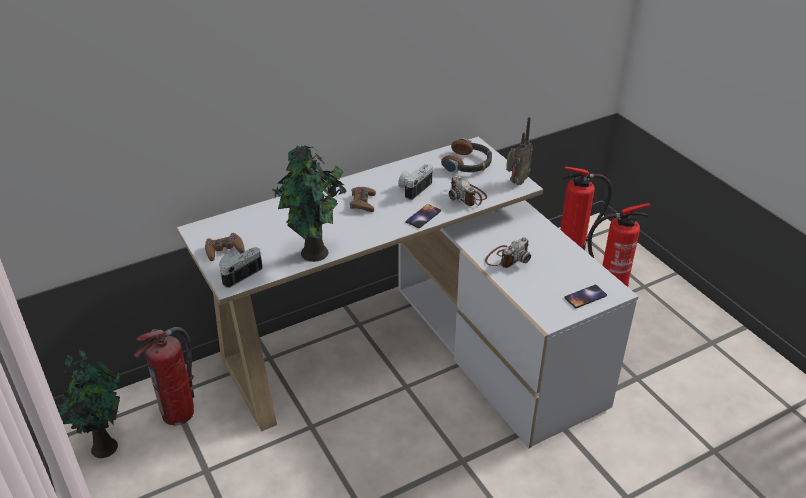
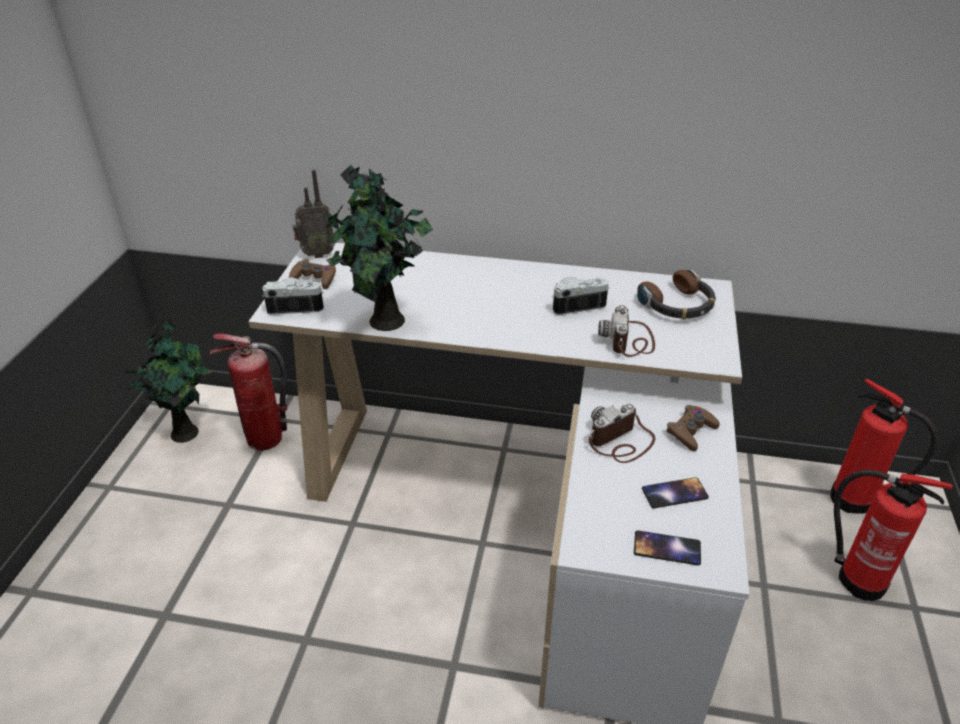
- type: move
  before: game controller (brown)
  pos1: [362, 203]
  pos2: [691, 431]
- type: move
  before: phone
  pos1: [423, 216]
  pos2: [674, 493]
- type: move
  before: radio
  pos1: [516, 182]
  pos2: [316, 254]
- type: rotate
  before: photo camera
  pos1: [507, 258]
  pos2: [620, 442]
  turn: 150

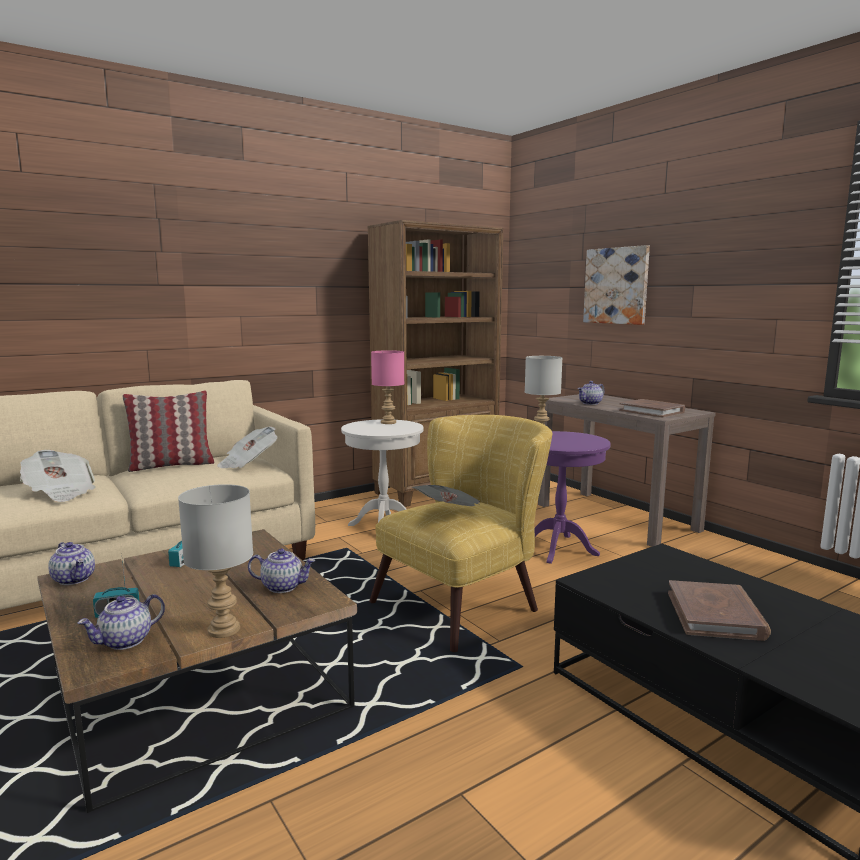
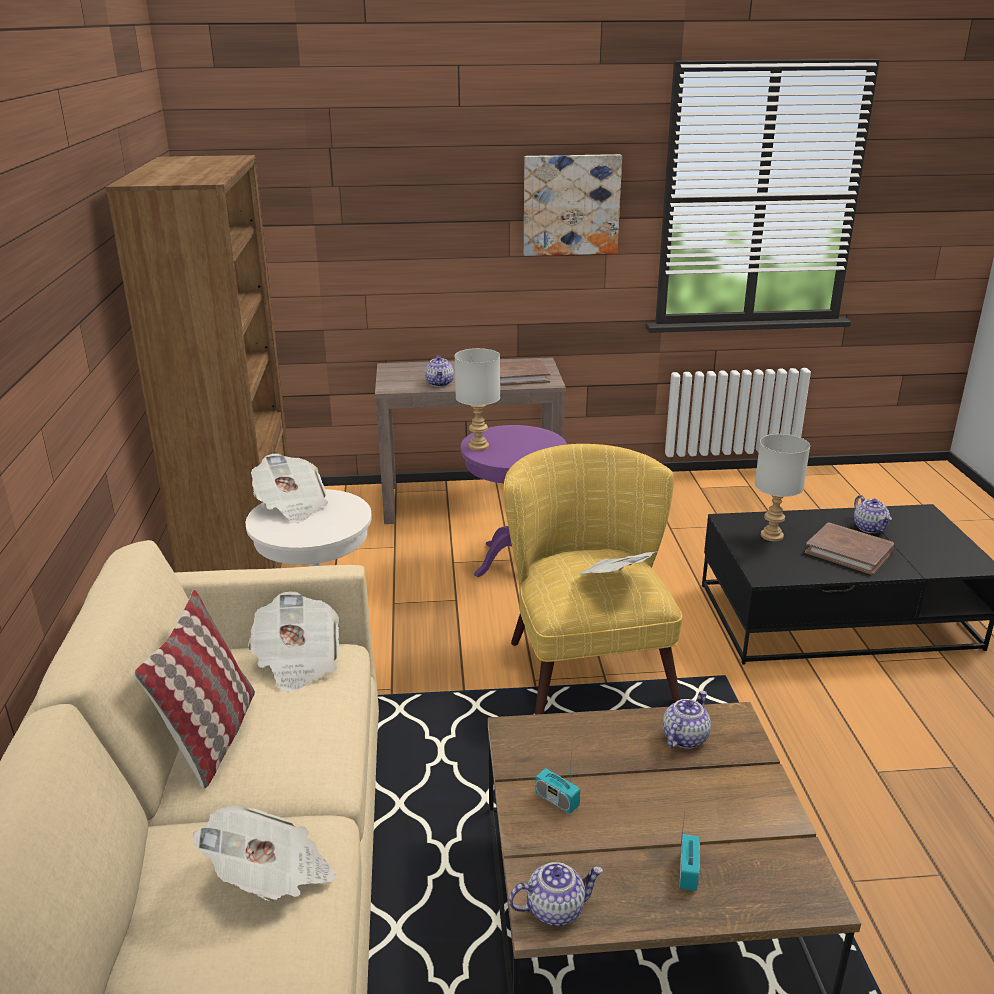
- type: move
  before: teapot
  pos1: [125, 641]
  pos2: [870, 528]
- type: move
  before: table lamp (grey)
  pos1: [224, 629]
  pos2: [770, 535]
- type: move
  before: picture
  pos1: [616, 286]
  pos2: [571, 205]
- type: replace
  before: table lamp (pink)
  after: newspaper
  pos1: [388, 422]
  pos2: [291, 506]

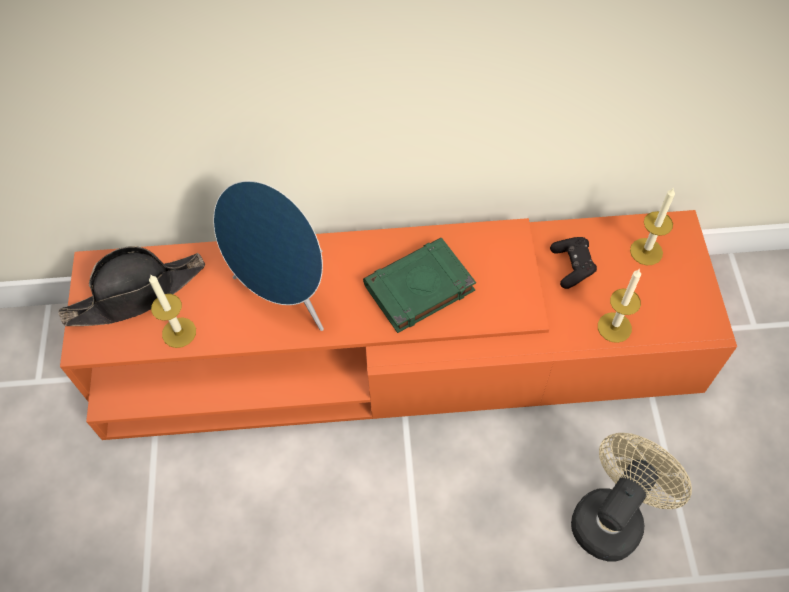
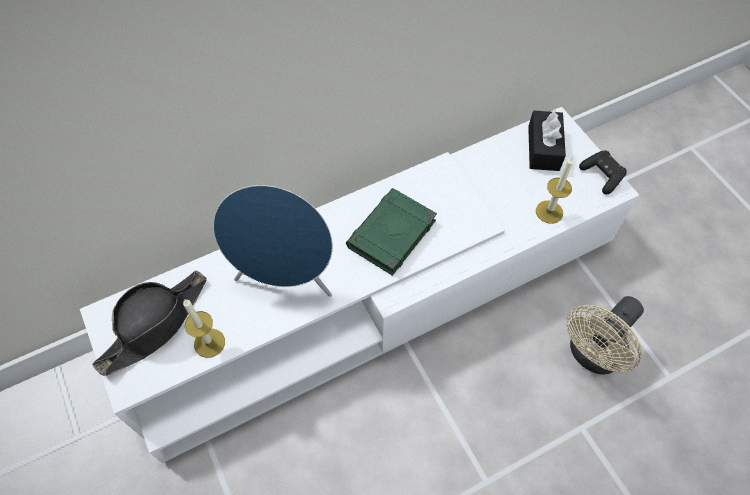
- type: move
  before: game controller (black)
  pos1: [572, 266]
  pos2: [601, 176]
- type: replace
  before: candle
  after: tissue box (black)
  pos1: [646, 251]
  pos2: [543, 148]
- type: recolor
  before: tv stand (orange)
  after: tv stand (white)
  pos1: [396, 351]
  pos2: [374, 294]
- type: rotate
  before: fan (beige)
  pos1: [612, 515]
  pos2: [592, 355]
  turn: -150

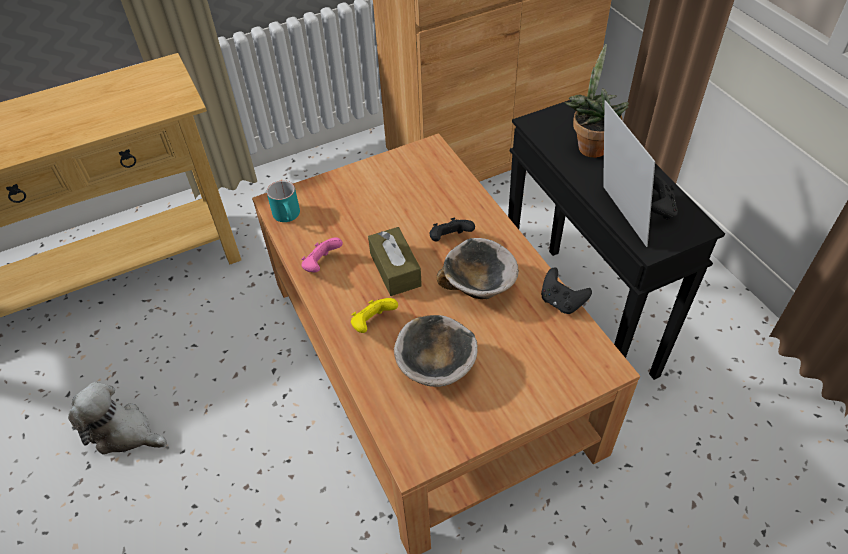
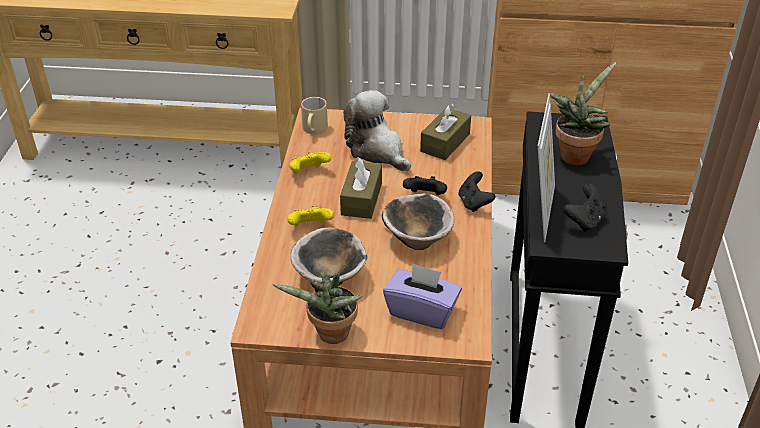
- type: insert
  after: potted plant
  pos2: [330, 336]
- type: insert
  after: tissue box (purple)
  pos2: [422, 311]
- type: insert
  after: tissue box (brown)
  pos2: [445, 143]
- type: move
  before: plush toy
  pos1: [123, 432]
  pos2: [377, 150]
- type: move
  before: game controller (black)
  pos1: [561, 302]
  pos2: [474, 203]
- type: recolor
  before: mug (turquoise)
  after: mug (beige)
  pos1: [289, 216]
  pos2: [314, 130]
- type: recolor
  before: game controller (pink)
  after: game controller (yellow)
  pos1: [321, 265]
  pos2: [308, 173]

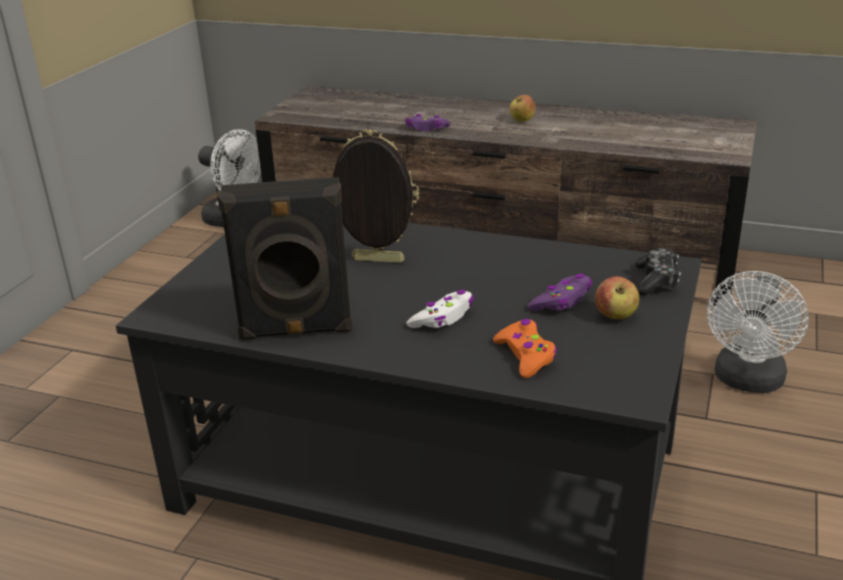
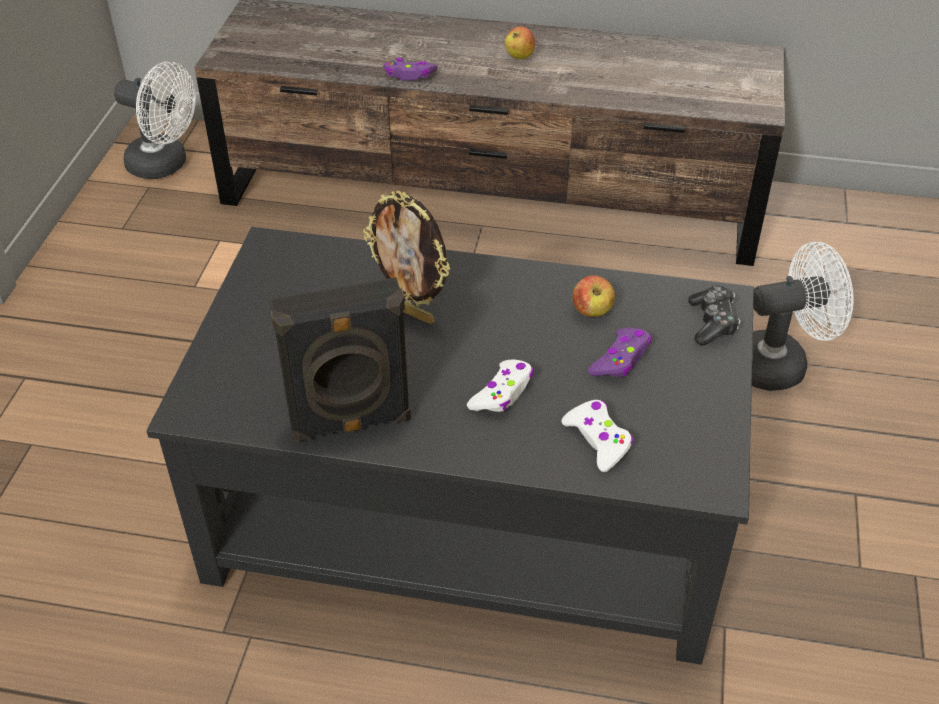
- type: move
  before: apple
  pos1: [615, 316]
  pos2: [592, 311]
- type: recolor
  before: game controller (orange)
  after: game controller (white)
  pos1: [525, 355]
  pos2: [598, 440]
- type: rotate
  before: picture frame
  pos1: [377, 261]
  pos2: [411, 312]
  turn: -150
- type: rotate
  before: fan (white)
  pos1: [747, 381]
  pos2: [780, 363]
  turn: -120

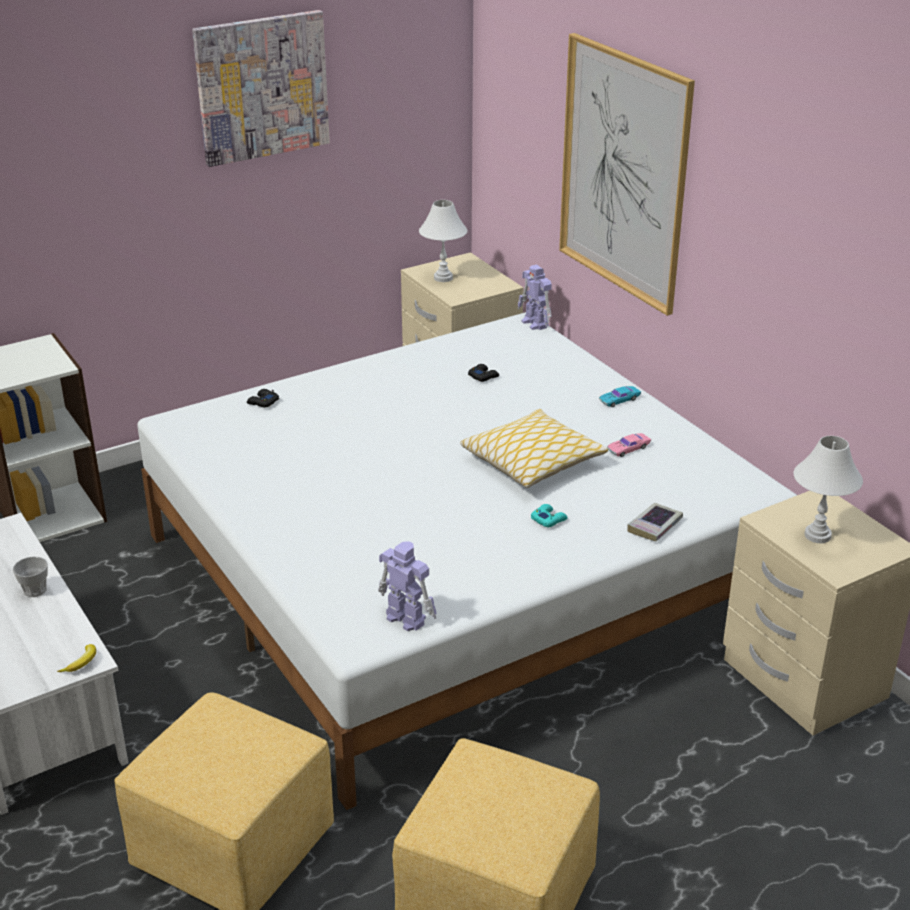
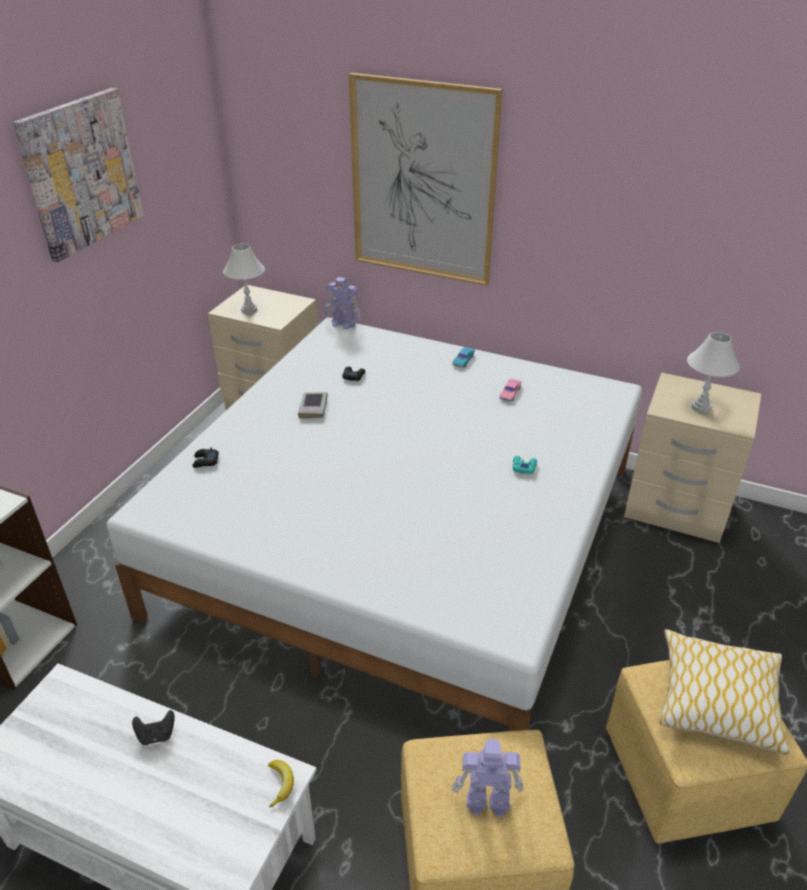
- type: move
  before: toy robot
  pos1: [405, 618]
  pos2: [486, 801]
- type: move
  before: pillow
  pos1: [532, 461]
  pos2: [717, 700]
- type: move
  before: book
  pos1: [655, 526]
  pos2: [313, 408]
- type: replace
  before: cup
  after: game controller (black)
  pos1: [35, 590]
  pos2: [156, 735]

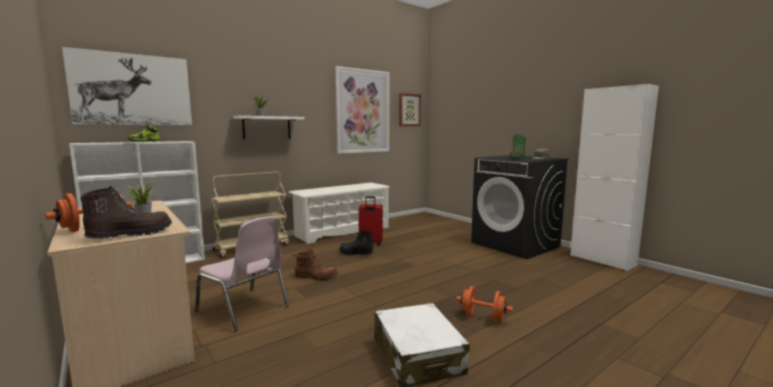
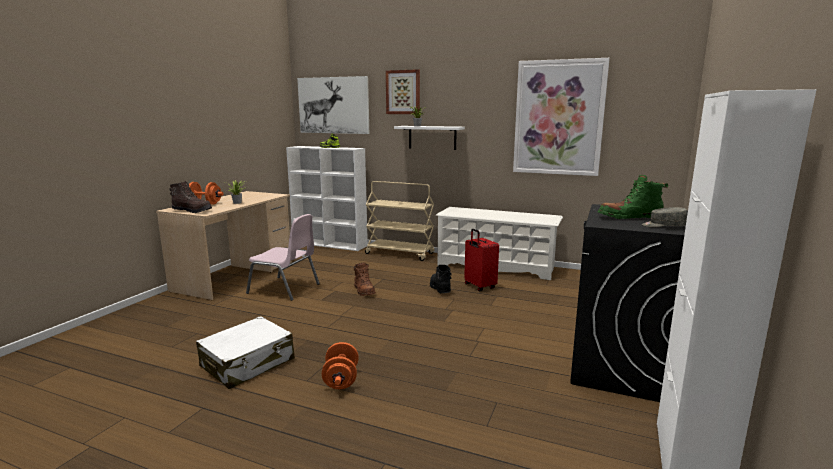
- type: move
  before: picture
  pos1: [409, 110]
  pos2: [403, 92]
- type: rotate
  before: chair (pink)
  pos1: [244, 309]
  pos2: [285, 289]
  turn: -75

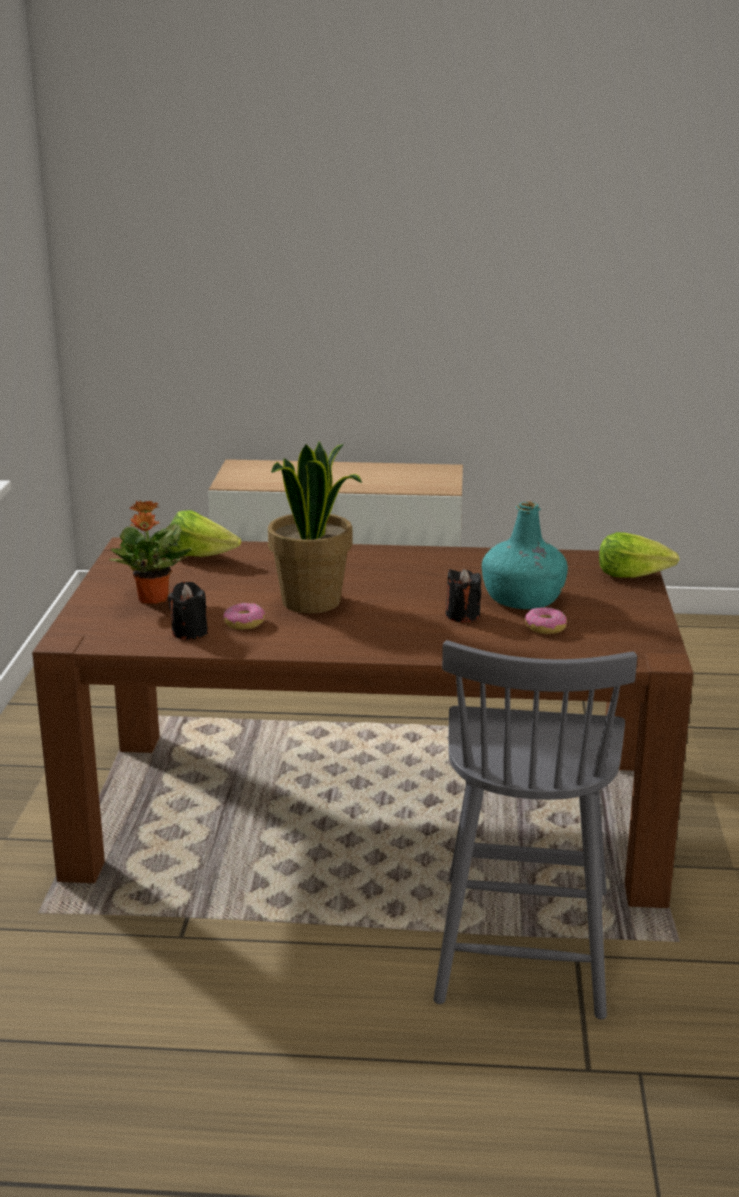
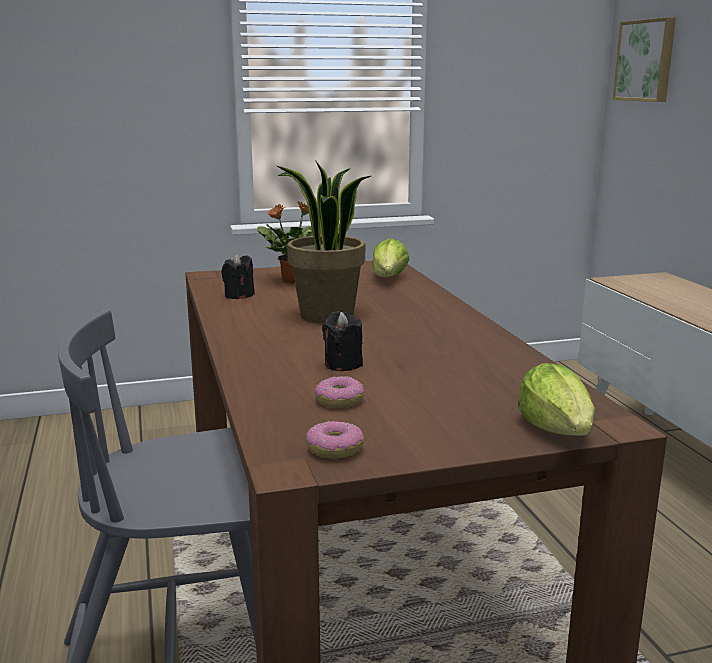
- type: delete
  before: bottle (turquoise)
  pos1: [524, 599]
- type: insert
  after: picture
  pos2: [646, 60]
- type: move
  before: donut
  pos1: [244, 623]
  pos2: [335, 449]

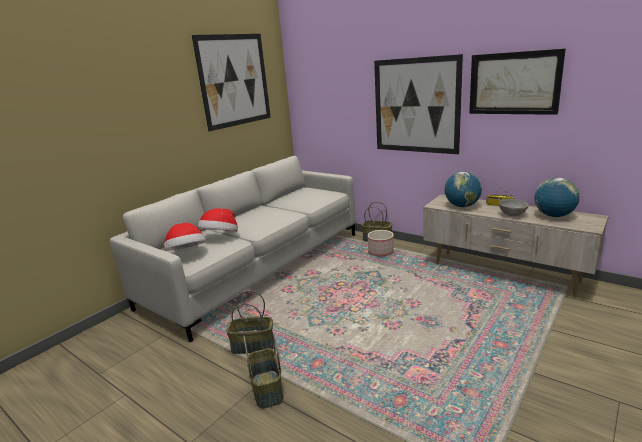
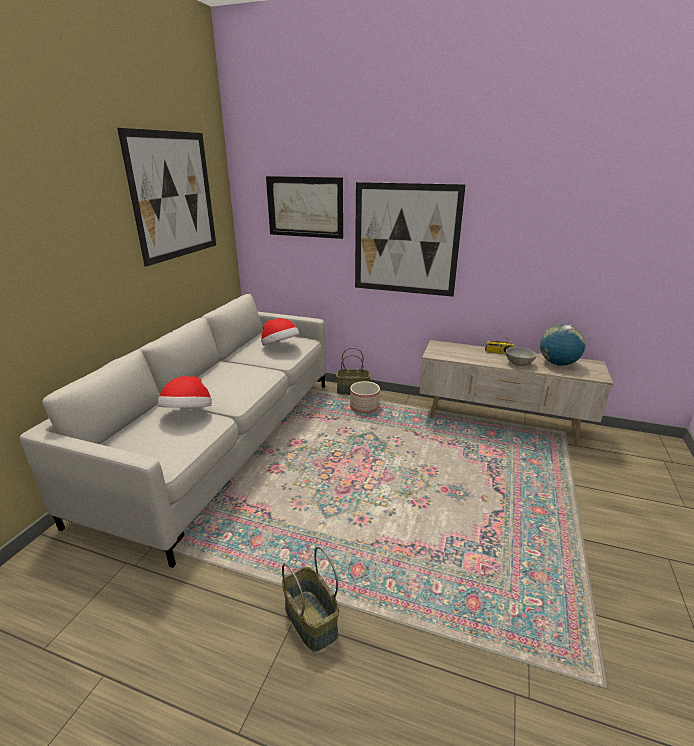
- type: delete
  before: basket
  pos1: [252, 346]
- type: delete
  before: globe
  pos1: [462, 206]
- type: move
  before: hat
  pos1: [187, 253]
  pos2: [280, 347]
- type: move
  before: picture
  pos1: [514, 83]
  pos2: [305, 207]

